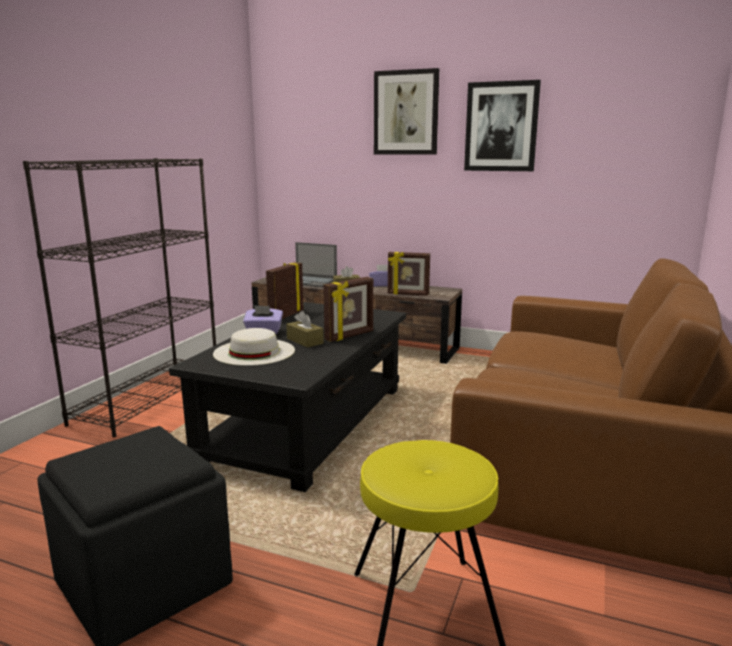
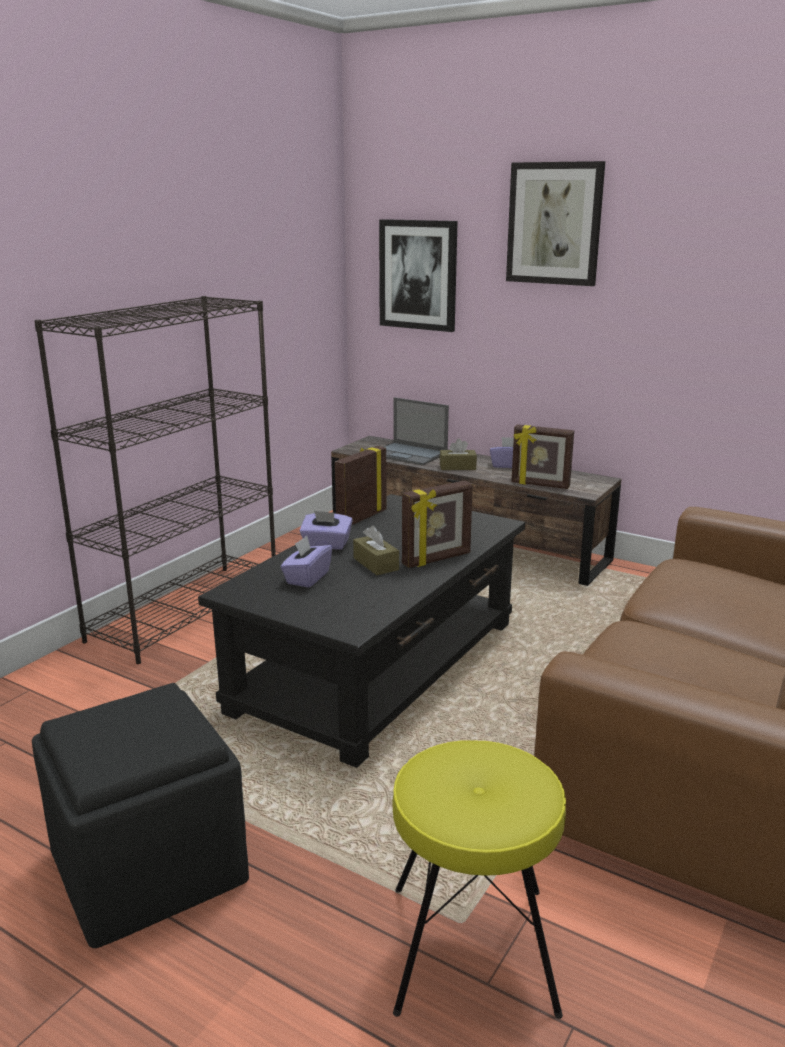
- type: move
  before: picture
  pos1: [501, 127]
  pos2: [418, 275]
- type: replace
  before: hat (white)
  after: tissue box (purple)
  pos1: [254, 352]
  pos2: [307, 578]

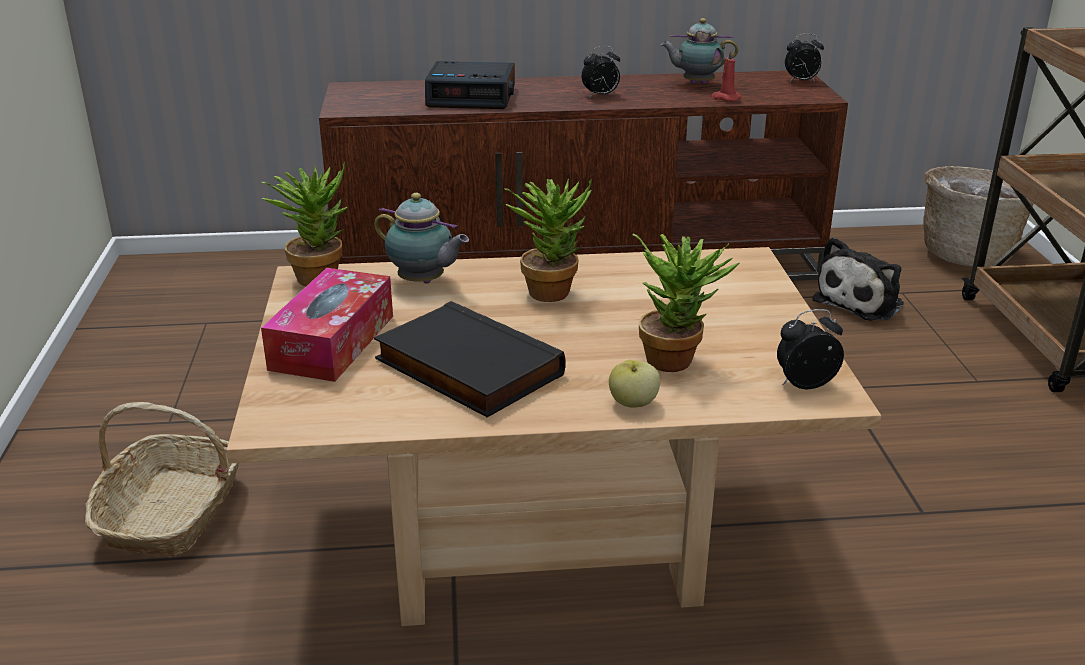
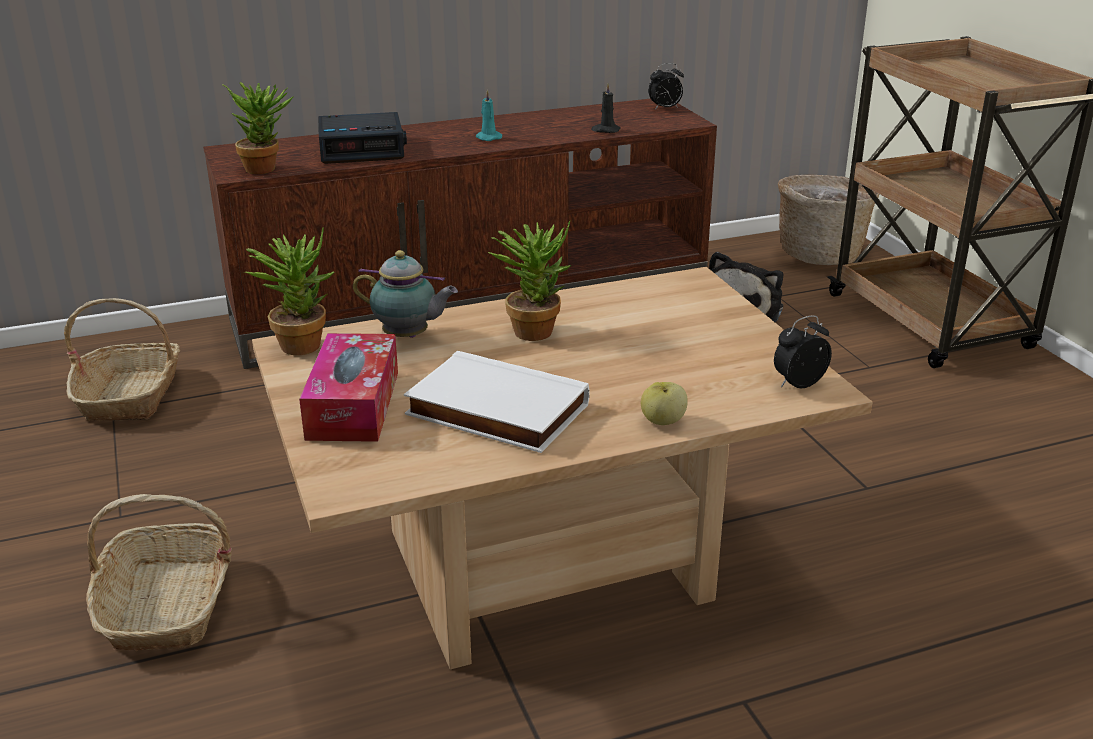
- type: delete
  before: teapot
  pos1: [695, 83]
- type: insert
  after: basket
  pos2: [131, 395]
- type: move
  before: potted plant
  pos1: [677, 358]
  pos2: [266, 168]
- type: replace
  before: alarm clock
  after: candle (turquoise)
  pos1: [600, 96]
  pos2: [488, 137]
- type: recolor
  before: book (black)
  after: book (white)
  pos1: [465, 368]
  pos2: [494, 411]
- type: recolor
  before: candle (red)
  after: candle (black)
  pos1: [725, 98]
  pos2: [605, 130]

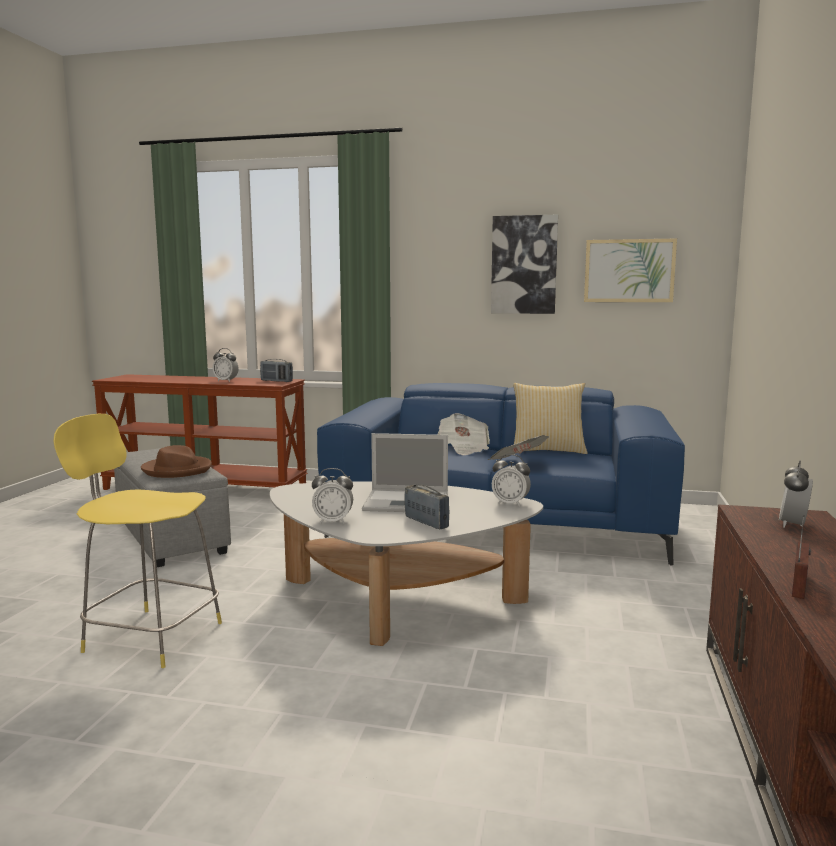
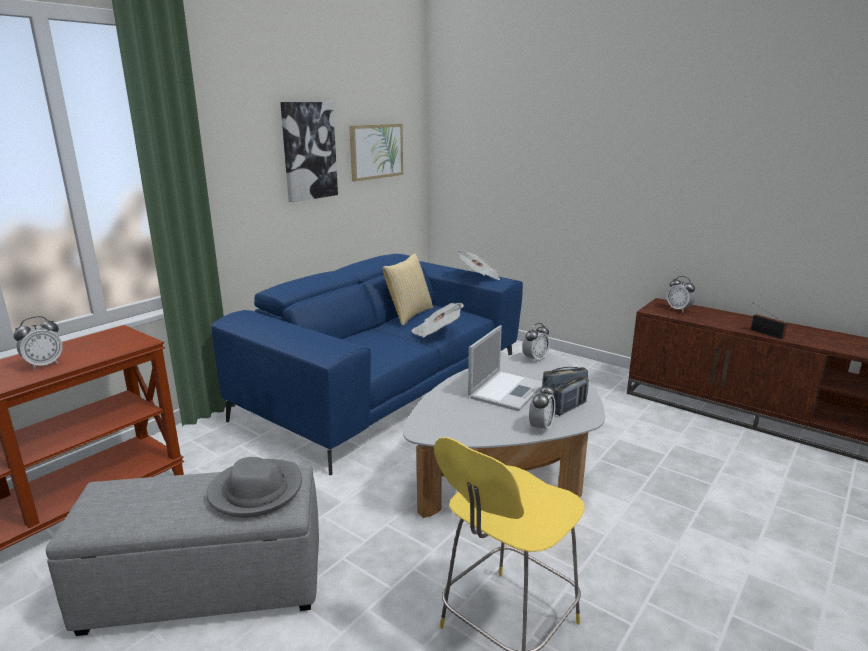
- type: move
  before: radio
  pos1: [276, 381]
  pos2: [569, 408]
- type: move
  before: newspaper
  pos1: [464, 449]
  pos2: [479, 276]
- type: recolor
  before: hat (brown)
  after: hat (grey)
  pos1: [177, 470]
  pos2: [256, 491]

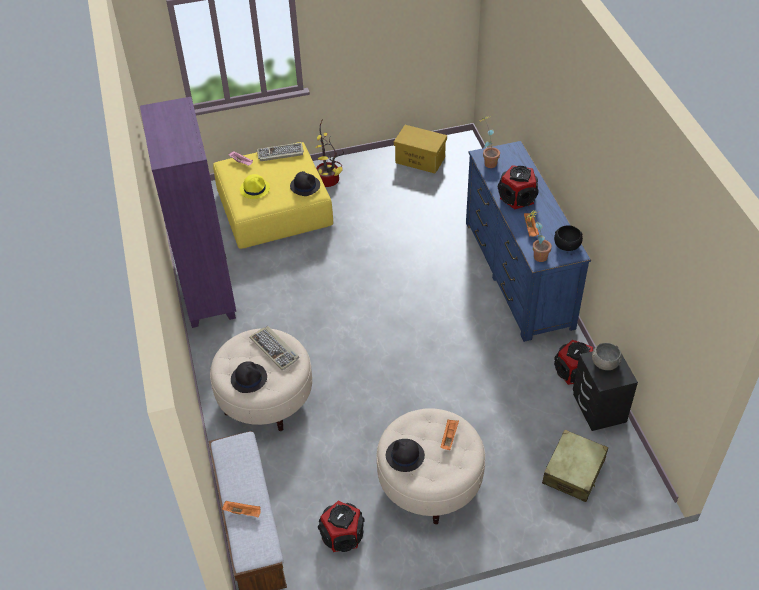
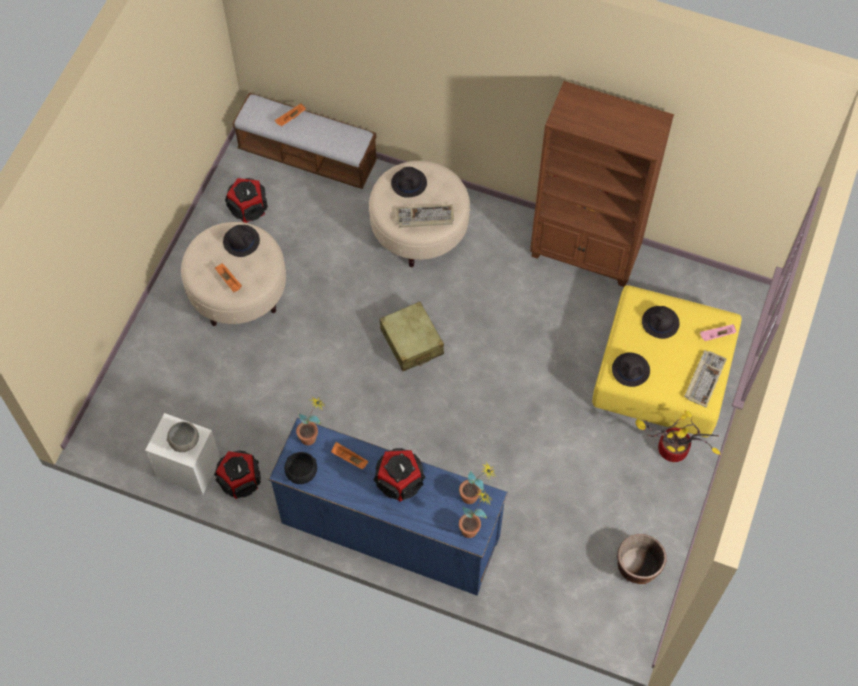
- type: insert
  after: potted plant
  pos2: [473, 527]
- type: move
  before: suitcase (beige)
  pos1: [574, 471]
  pos2: [411, 342]
- type: replace
  before: storage box (yellow)
  after: planter (brown)
  pos1: [420, 160]
  pos2: [637, 566]
- type: recolor
  before: bookcase (purple)
  after: bookcase (brown)
  pos1: [208, 290]
  pos2: [585, 253]
- type: recolor
  before: hat (yellow)
  after: hat (black)
  pos1: [255, 189]
  pos2: [660, 323]
- type: recolor
  before: nightstand (black)
  after: nightstand (white)
  pos1: [599, 408]
  pos2: [189, 468]

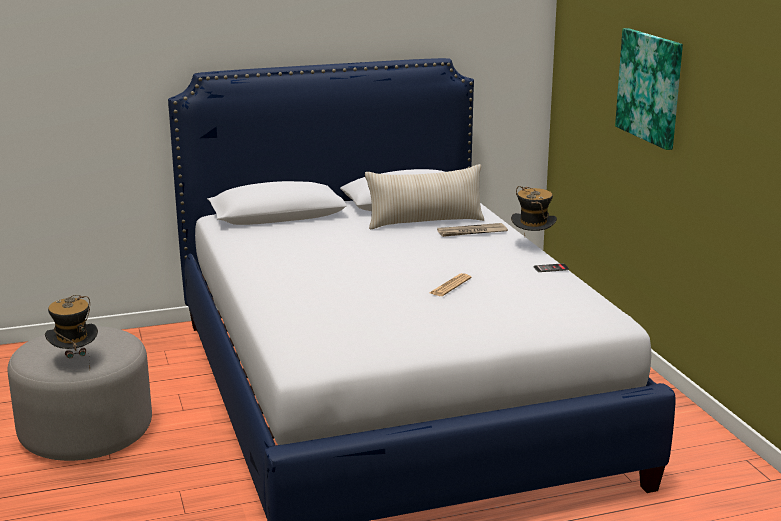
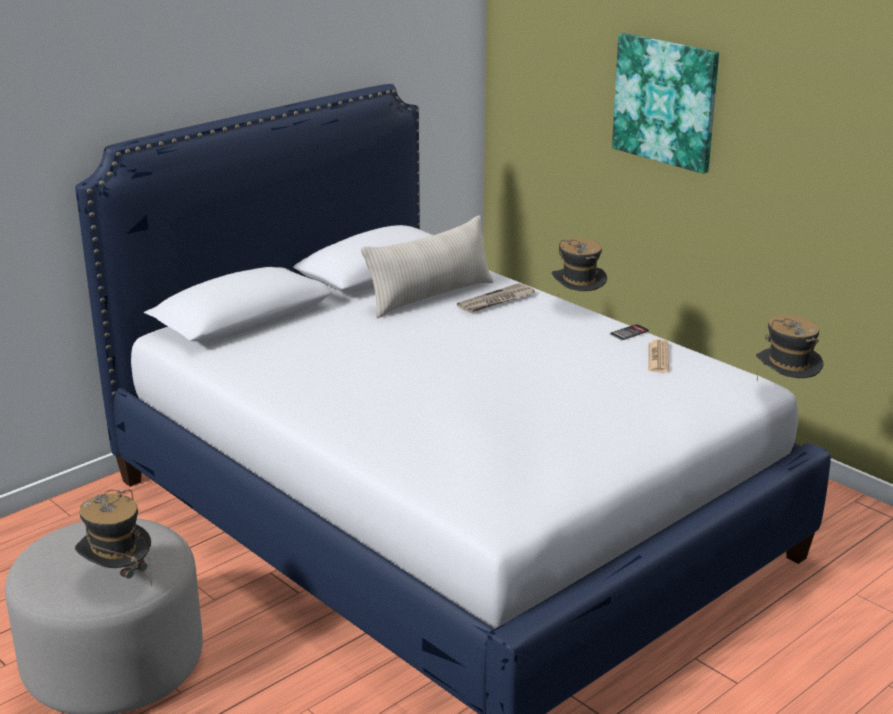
- type: insert
  after: hat
  pos2: [785, 392]
- type: move
  before: newspaper
  pos1: [450, 286]
  pos2: [658, 357]

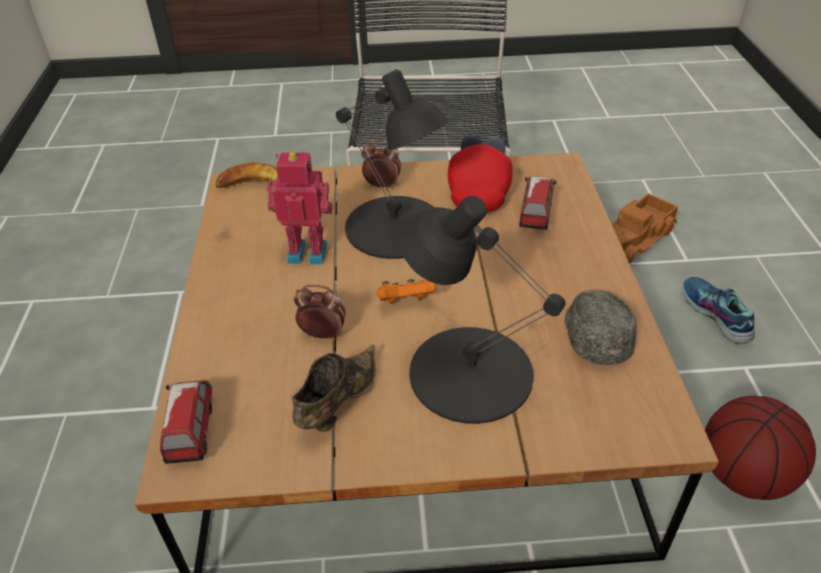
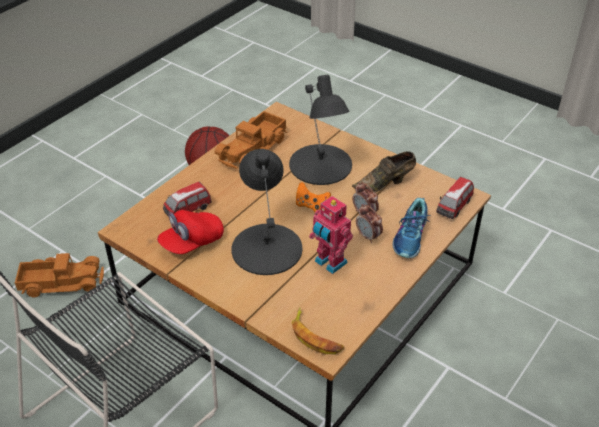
- type: move
  before: alarm clock
  pos1: [382, 185]
  pos2: [368, 236]
- type: move
  before: shoe
  pos1: [714, 315]
  pos2: [411, 237]
- type: replace
  before: cap (grey)
  after: toy truck
  pos1: [594, 335]
  pos2: [254, 149]

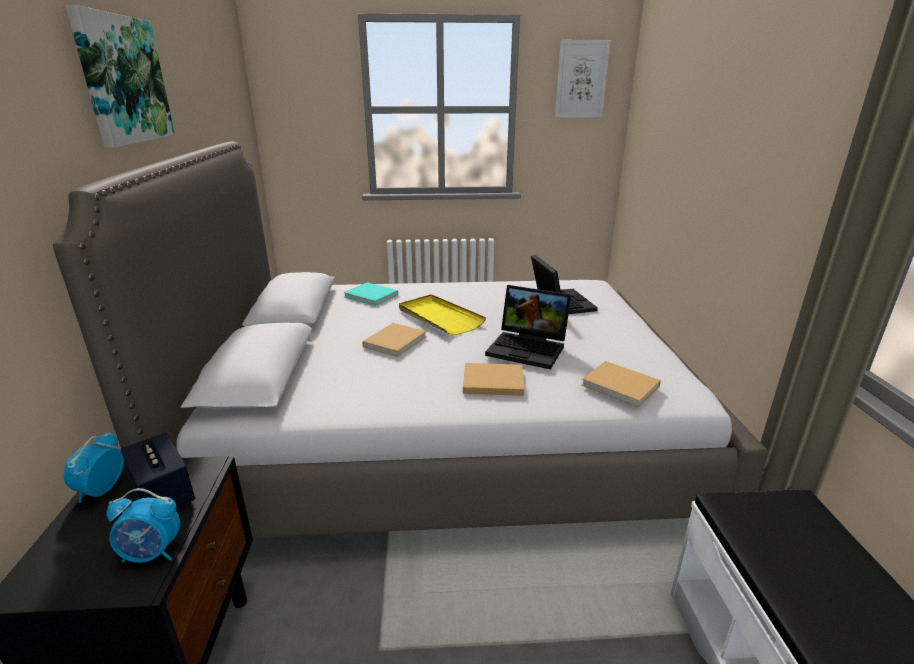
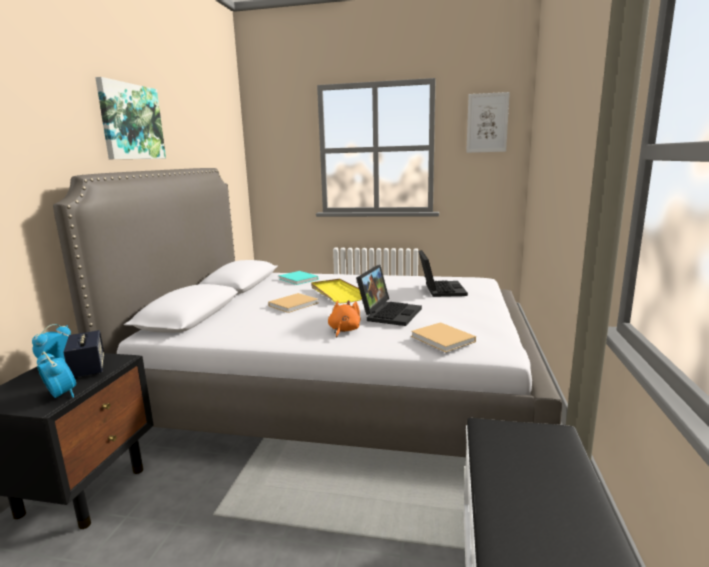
- type: replace
  before: book (beige)
  after: plush toy (orange)
  pos1: [491, 381]
  pos2: [344, 330]
- type: rotate
  before: alarm clock
  pos1: [152, 553]
  pos2: [61, 395]
  turn: -150
- type: rotate
  before: laptop
  pos1: [529, 348]
  pos2: [389, 313]
  turn: -105

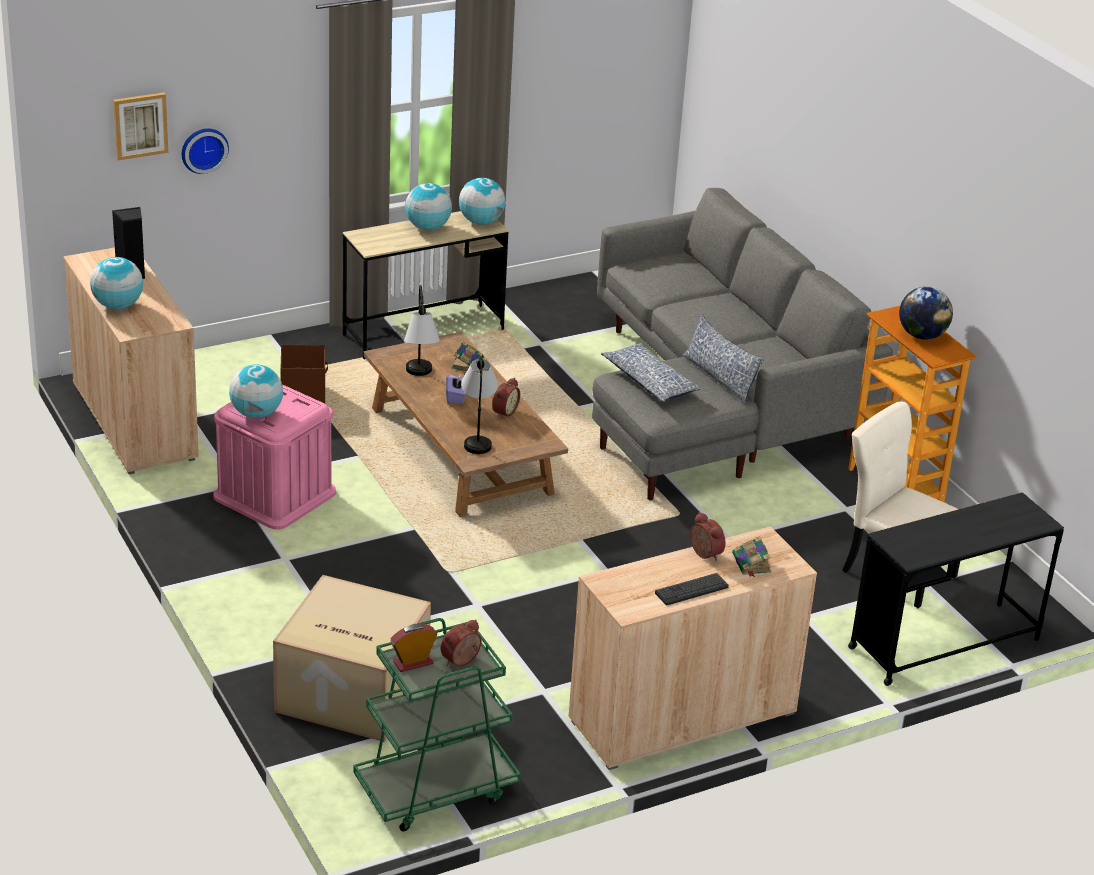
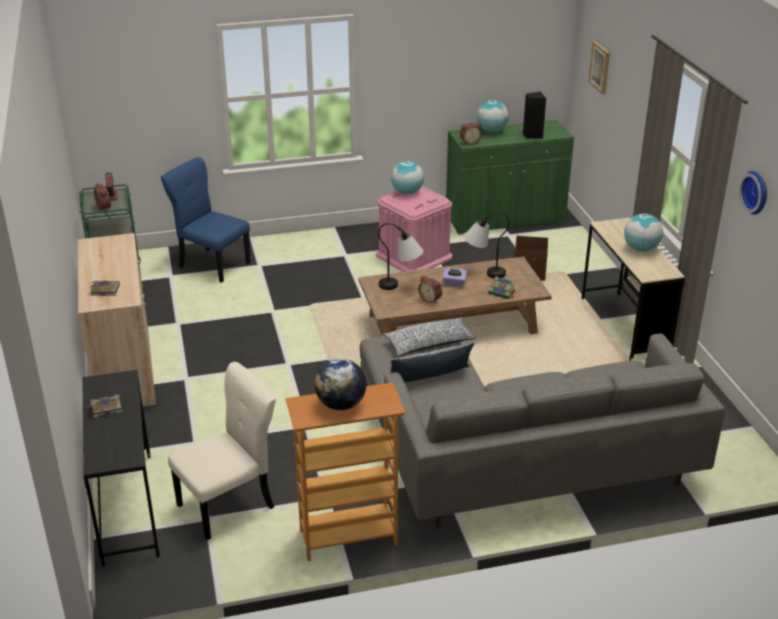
- type: delete
  before: globe
  pos1: [481, 222]
- type: delete
  before: keyboard
  pos1: [691, 590]
- type: insert
  after: book
  pos2: [105, 408]
- type: move
  before: wall clock
  pos1: [203, 149]
  pos2: [756, 192]
- type: move
  before: alarm clock
  pos1: [703, 554]
  pos2: [469, 142]
- type: replace
  before: cardboard box
  after: chair (blue)
  pos1: [350, 692]
  pos2: [212, 264]
- type: recolor
  before: cabinet (beige)
  after: cabinet (green)
  pos1: [135, 421]
  pos2: [505, 219]

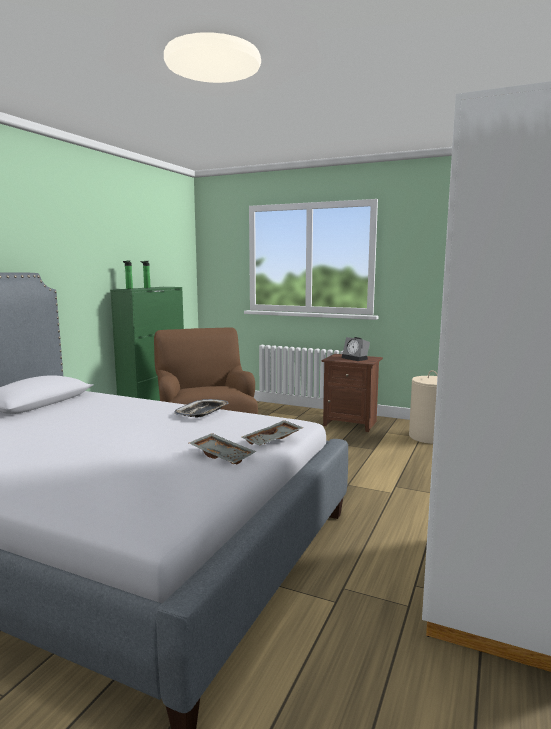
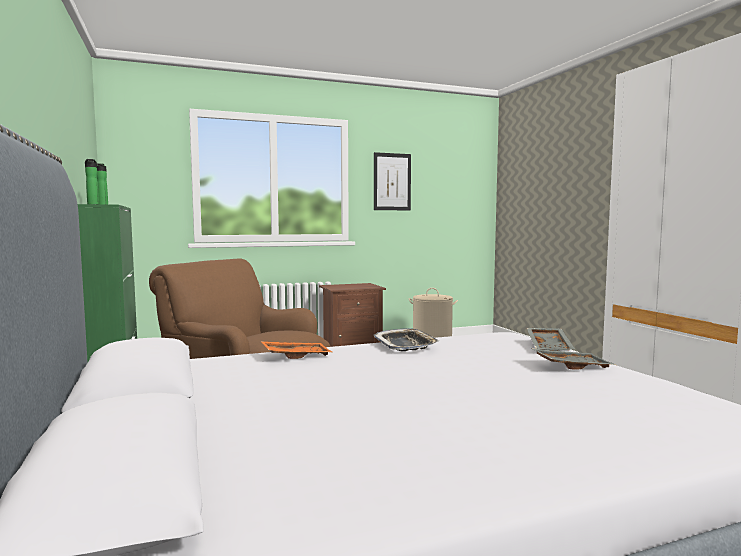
- type: delete
  before: alarm clock
  pos1: [356, 358]
- type: insert
  after: tray (orange)
  pos2: [296, 356]
- type: insert
  after: picture
  pos2: [392, 182]

